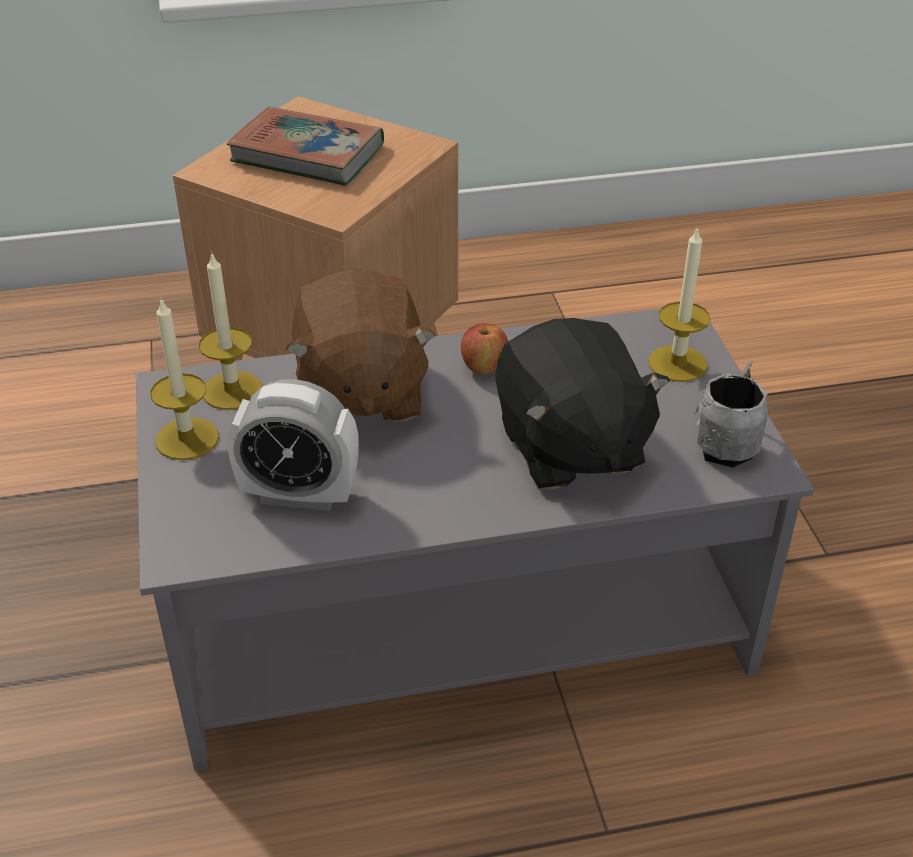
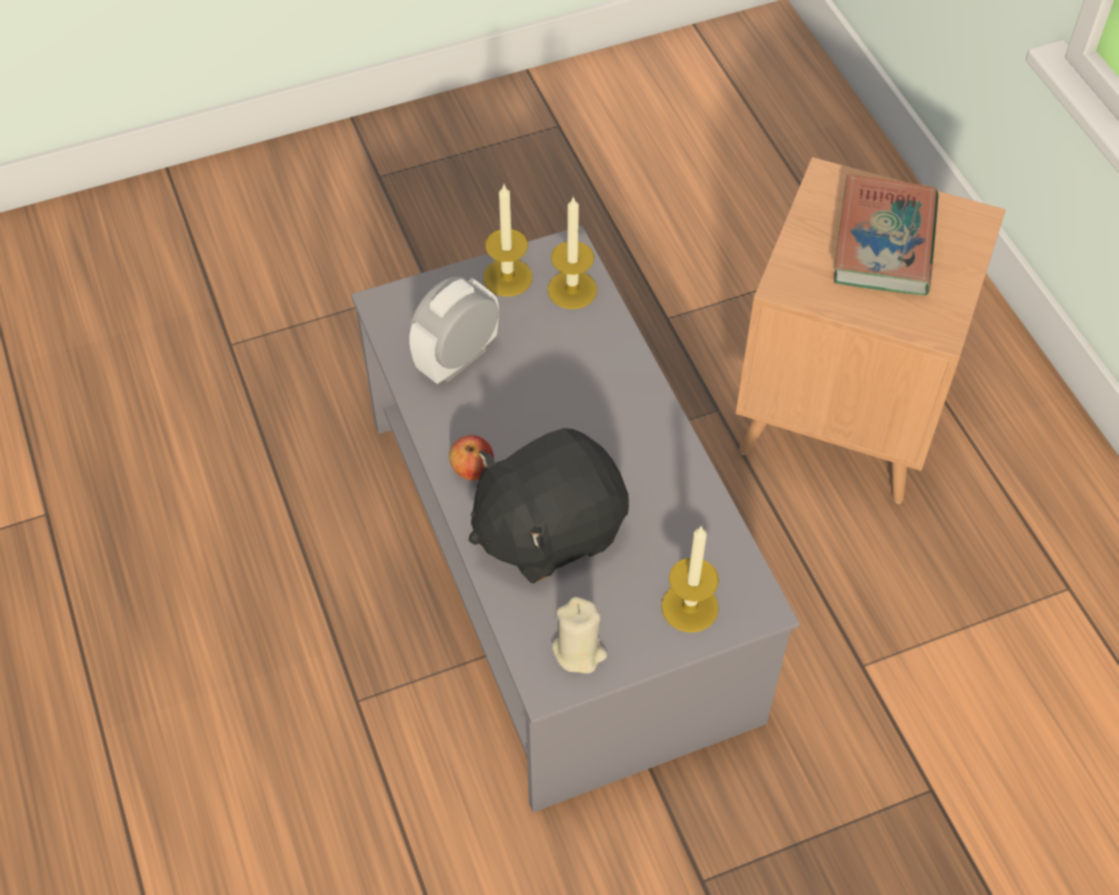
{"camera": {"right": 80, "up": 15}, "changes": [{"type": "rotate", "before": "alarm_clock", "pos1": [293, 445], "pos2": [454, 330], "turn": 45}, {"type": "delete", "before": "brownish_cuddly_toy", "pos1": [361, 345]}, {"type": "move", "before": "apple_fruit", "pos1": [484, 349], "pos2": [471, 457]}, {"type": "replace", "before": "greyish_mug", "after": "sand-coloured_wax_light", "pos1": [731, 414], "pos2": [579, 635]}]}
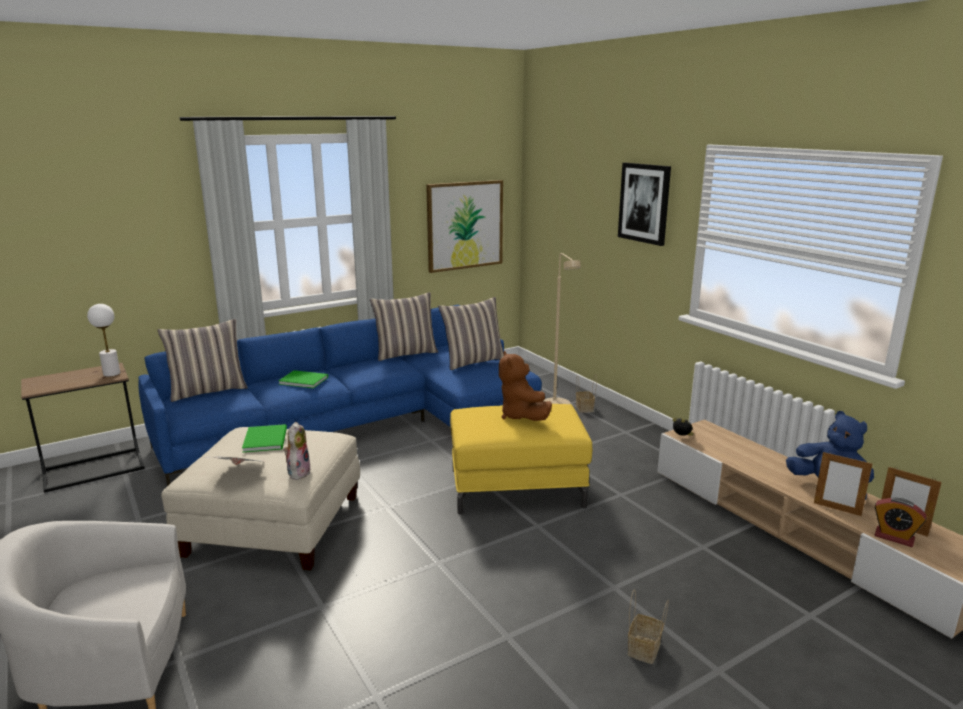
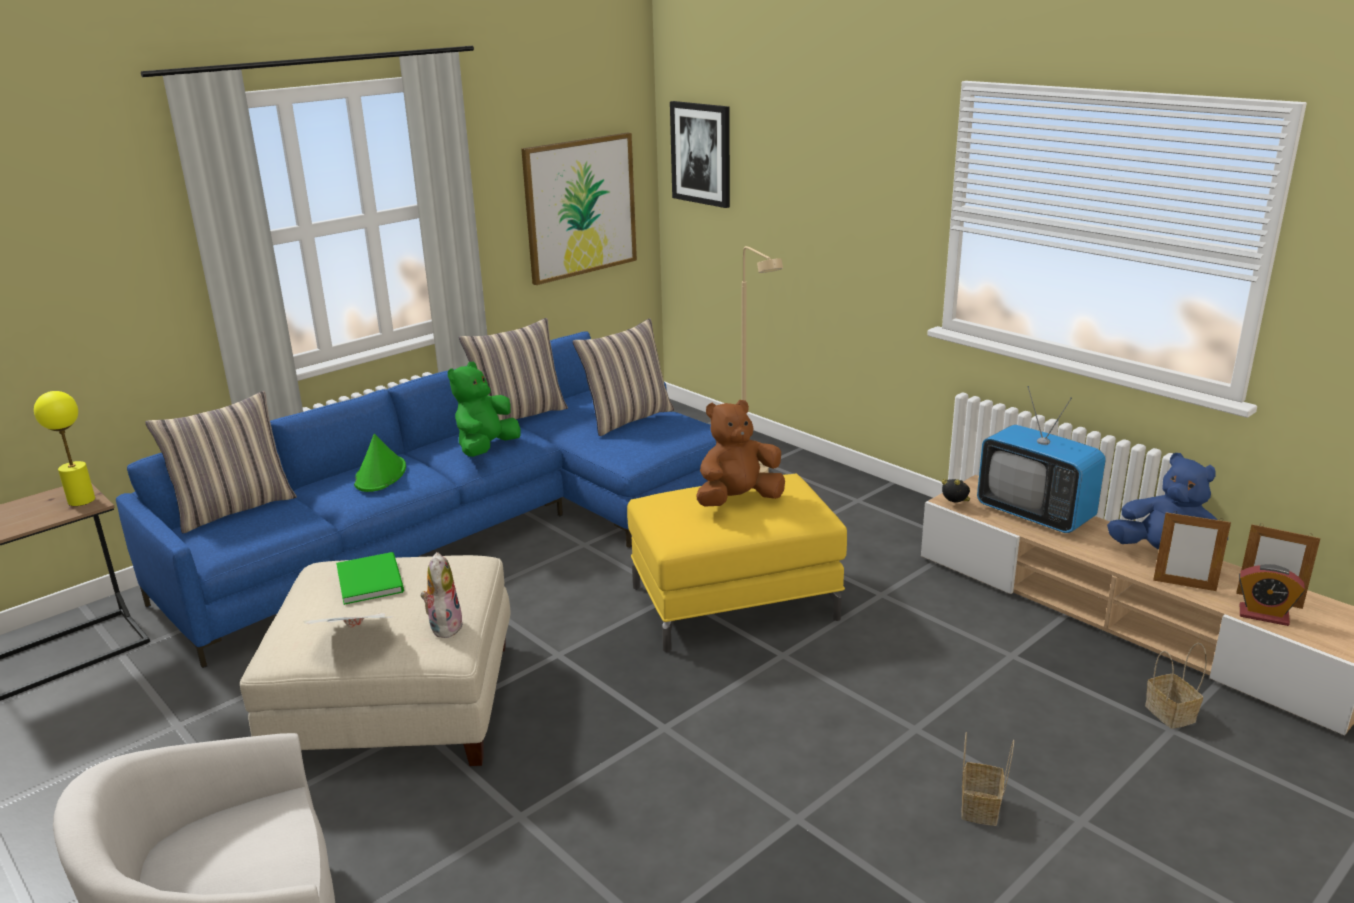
{"camera": {"right": -10, "up": 5}, "changes": [{"type": "recolor", "before": "white_lamp_for_a_table", "after": "yellow-coloured_lamp_for_a_table", "pos1": [103, 340], "pos2": [64, 448]}, {"type": "replace", "before": "green_volume", "after": "green_clothing_hat", "pos1": [303, 379], "pos2": [380, 463]}, {"type": "rotate", "before": "brownish_cuddly_toy", "pos1": [525, 386], "pos2": [740, 453], "turn": 90}, {"type": "move", "before": "storage_basket", "pos1": [586, 393], "pos2": [1176, 686]}, {"type": "move", "before": "wall_art", "pos1": [644, 204], "pos2": [700, 154]}, {"type": "insert", "after": "green_cuddly_toy", "pos2": [484, 409]}, {"type": "insert", "after": "television", "pos2": [1041, 459]}]}
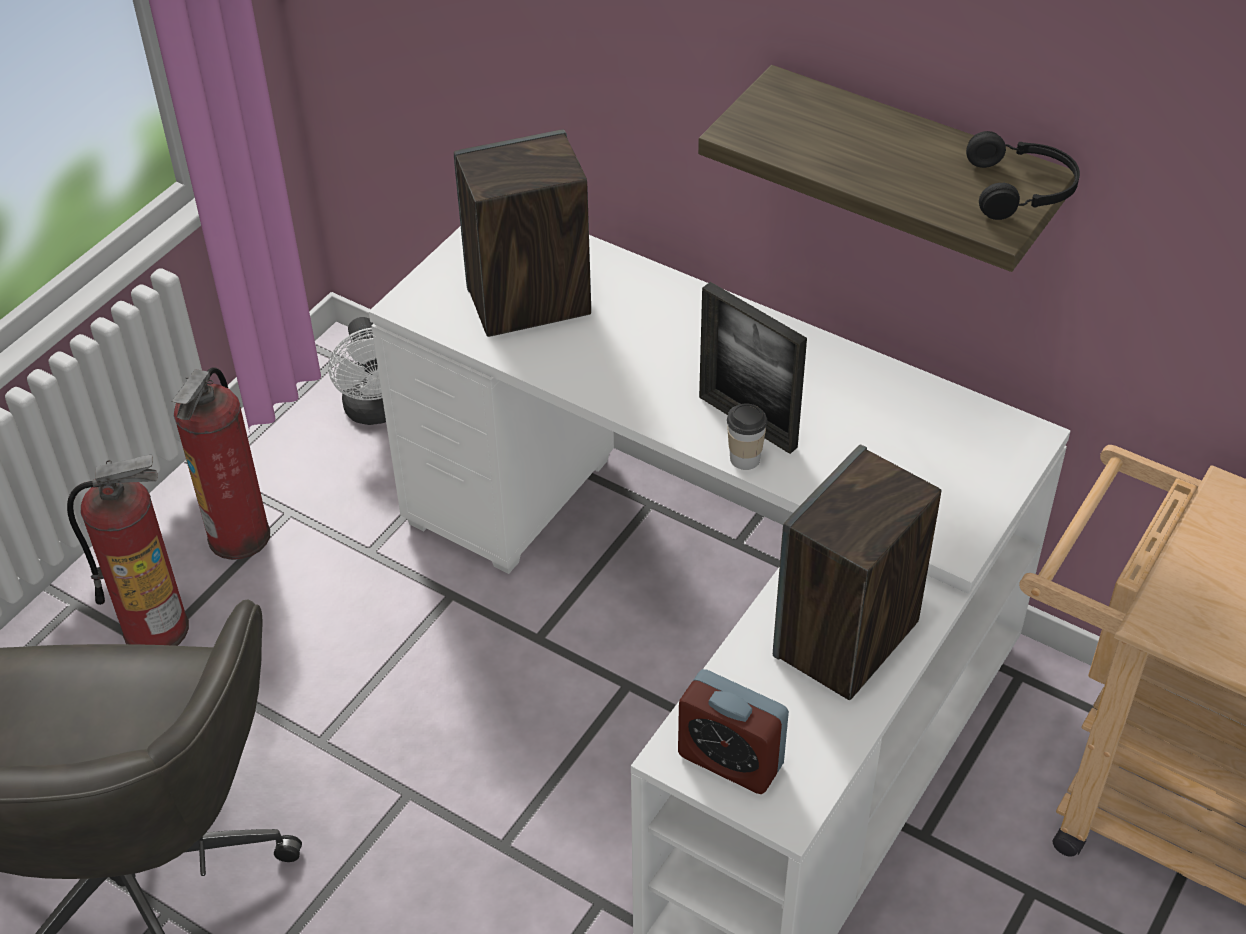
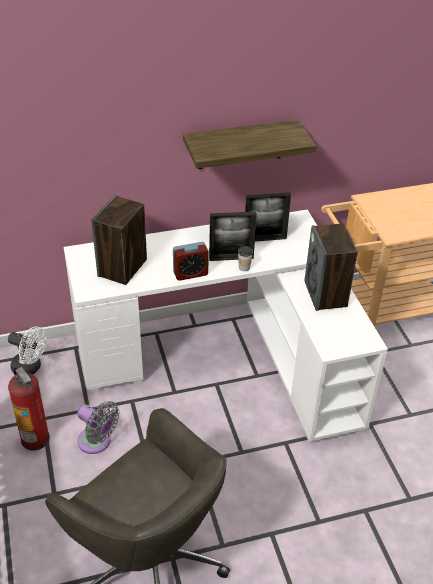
{"camera": {"right": -50, "up": -5}, "changes": [{"type": "delete", "before": "fire_extinguisher", "pos1": [128, 550]}, {"type": "move", "before": "alarm_clock", "pos1": [733, 731], "pos2": [191, 261]}, {"type": "delete", "before": "black-coloured_headphones", "pos1": [1023, 175]}, {"type": "insert", "after": "greyish_fan", "pos2": [98, 427]}, {"type": "insert", "after": "picture_frame", "pos2": [268, 217]}]}
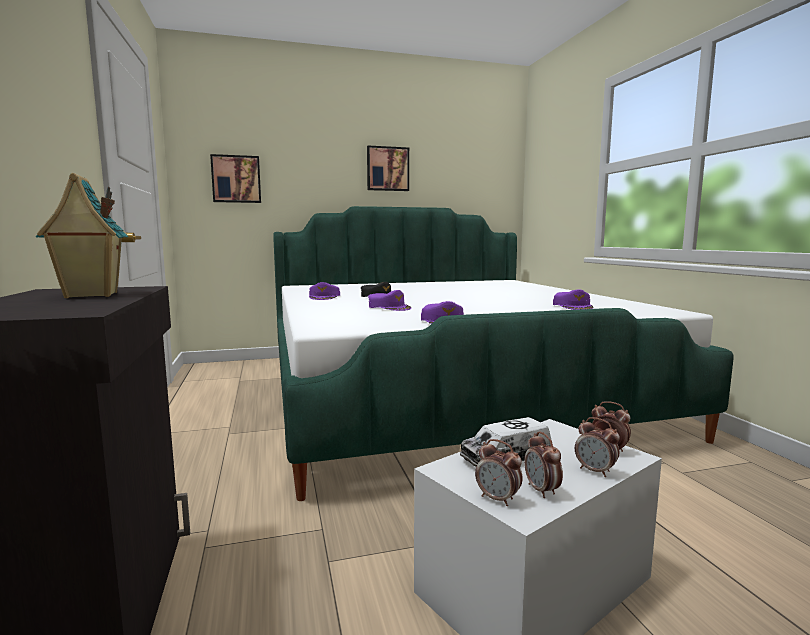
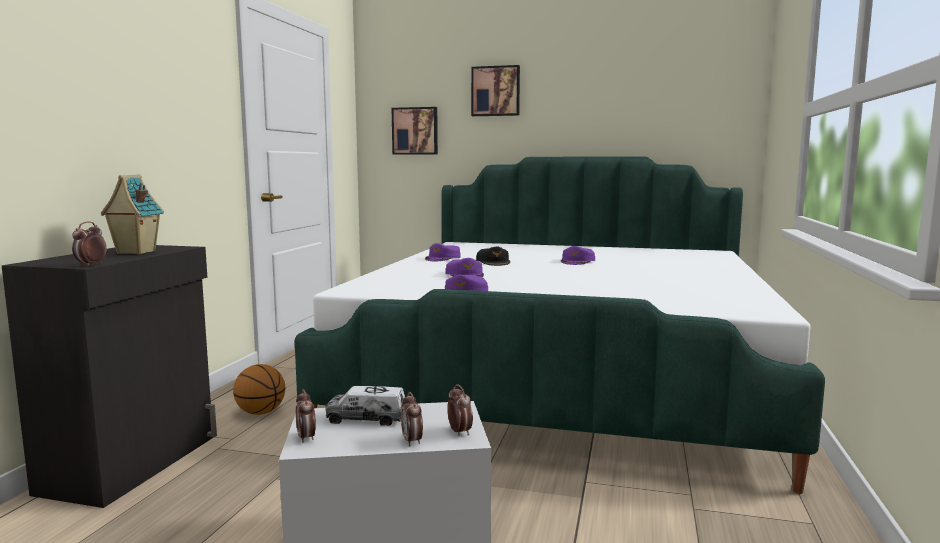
{"camera": {"right": 30, "up": 0}, "changes": [{"type": "move", "before": "wall_art", "pos1": [388, 168], "pos2": [495, 90]}, {"type": "move", "before": "alarm_clock", "pos1": [543, 464], "pos2": [89, 244]}, {"type": "move", "before": "purplish_peaked_cap", "pos1": [573, 299], "pos2": [578, 255]}, {"type": "insert", "after": "basketball_ball", "pos2": [259, 389]}]}
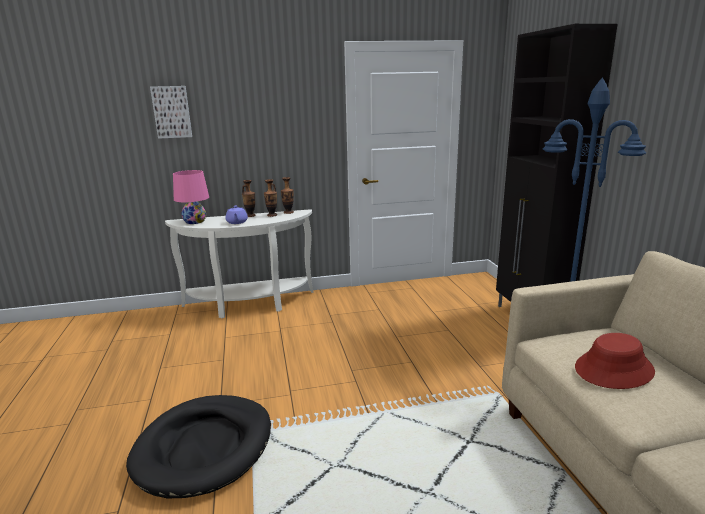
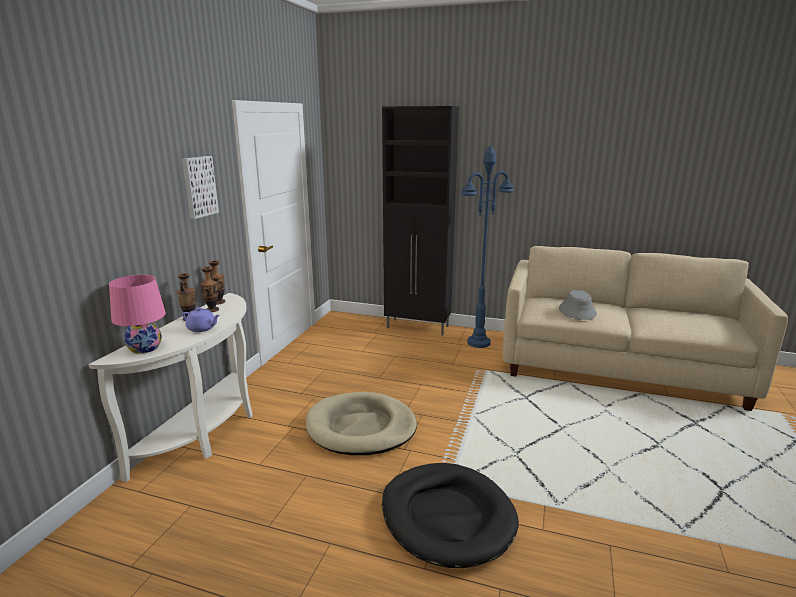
{"camera": {"right": -60, "up": 0}, "changes": [{"type": "move", "before": "wall_art", "pos1": [171, 112], "pos2": [200, 187]}, {"type": "recolor", "before": "red_clothing_hat", "after": "greyish_clothing_hat", "pos1": [615, 361], "pos2": [578, 305]}, {"type": "insert", "after": "sand-coloured_dog_bed", "pos2": [361, 423]}]}
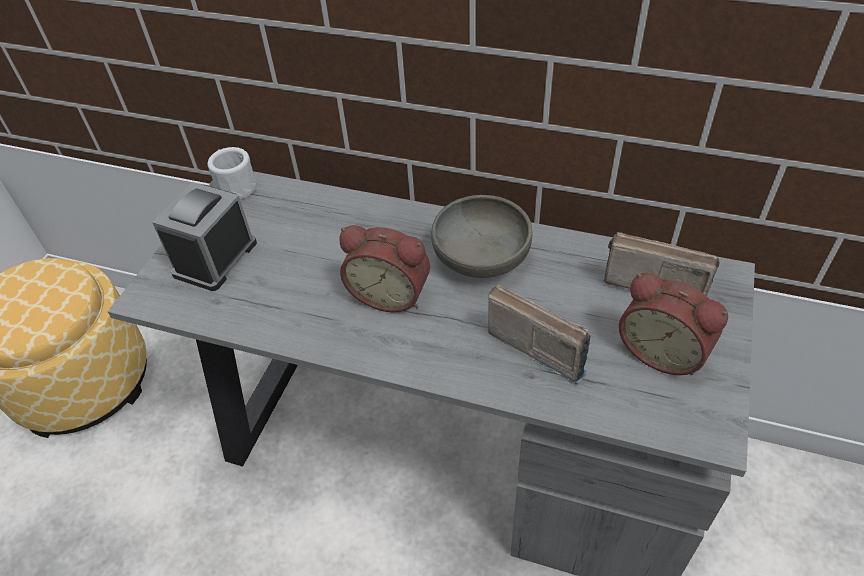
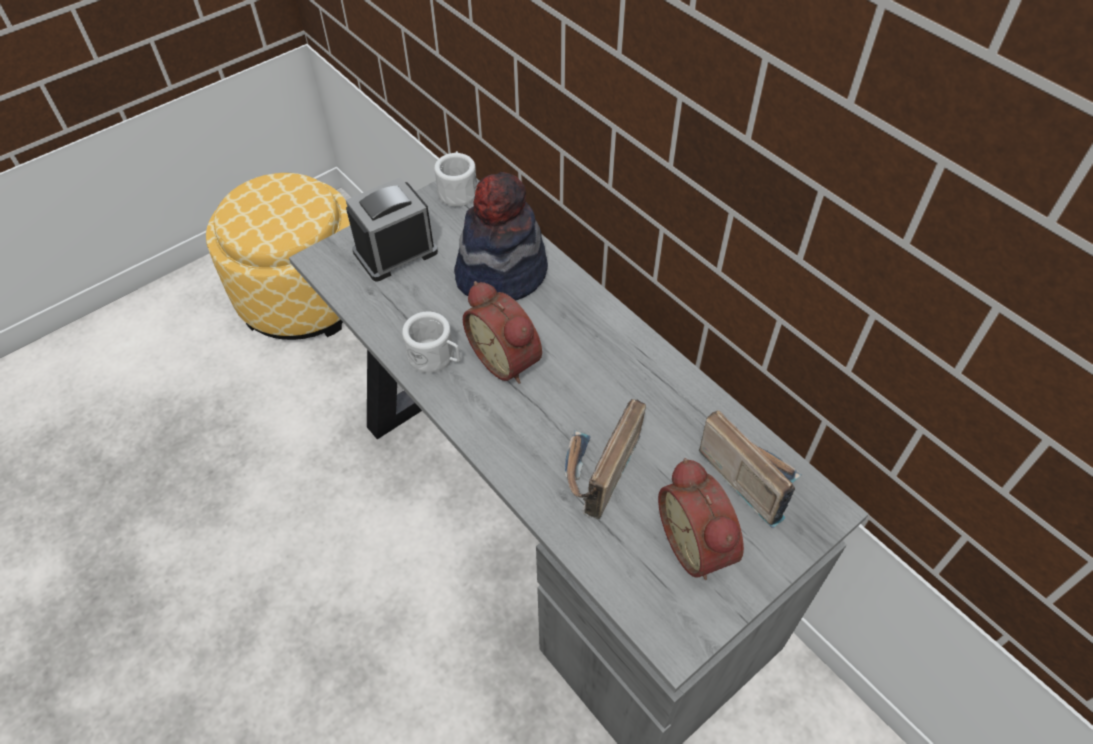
{"camera": {"right": 30, "up": 5}, "changes": [{"type": "delete", "before": "greyish_bowl", "pos1": [482, 236]}, {"type": "rotate", "before": "radio", "pos1": [539, 334], "pos2": [605, 459], "turn": -135}, {"type": "insert", "after": "white_mug", "pos2": [431, 342]}, {"type": "insert", "after": "clothing_hat", "pos2": [501, 236]}]}
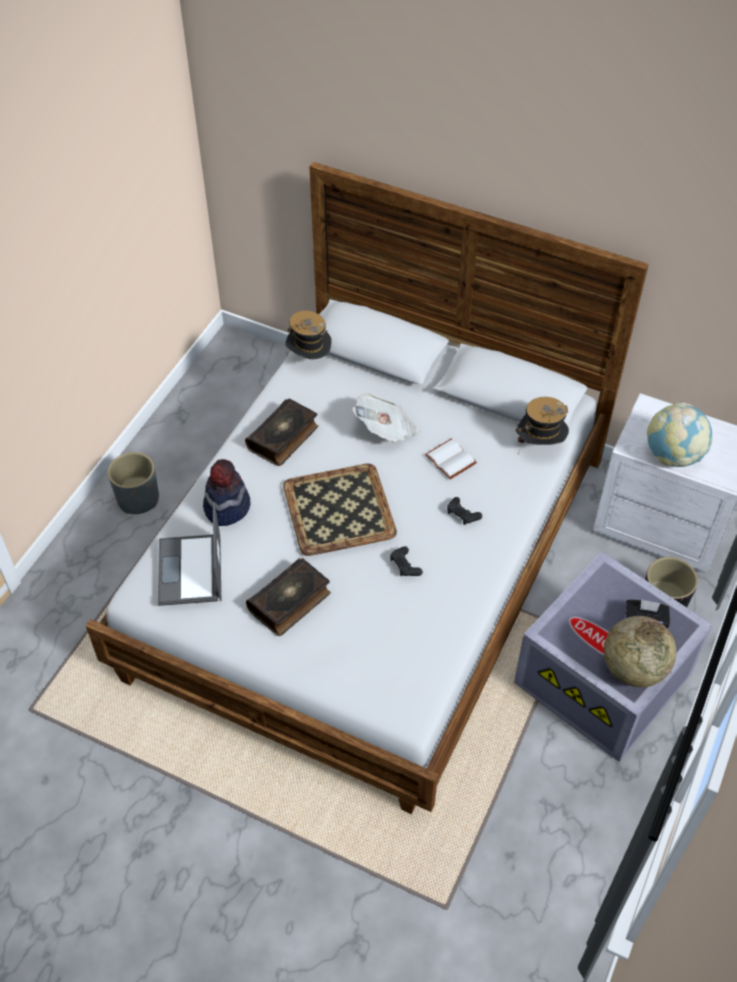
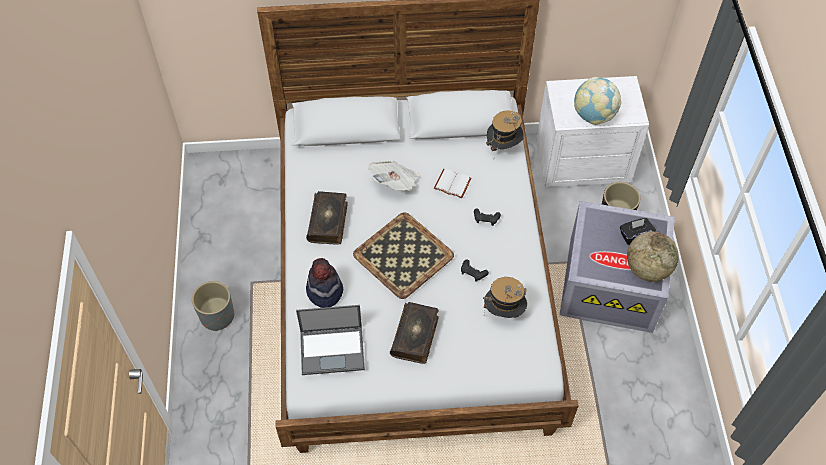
{"camera": {"right": -30, "up": 5}, "changes": [{"type": "rotate", "before": "portable_computer", "pos1": [189, 554], "pos2": [330, 340], "turn": -60}, {"type": "move", "before": "clothing_hat", "pos1": [308, 335], "pos2": [505, 297]}]}
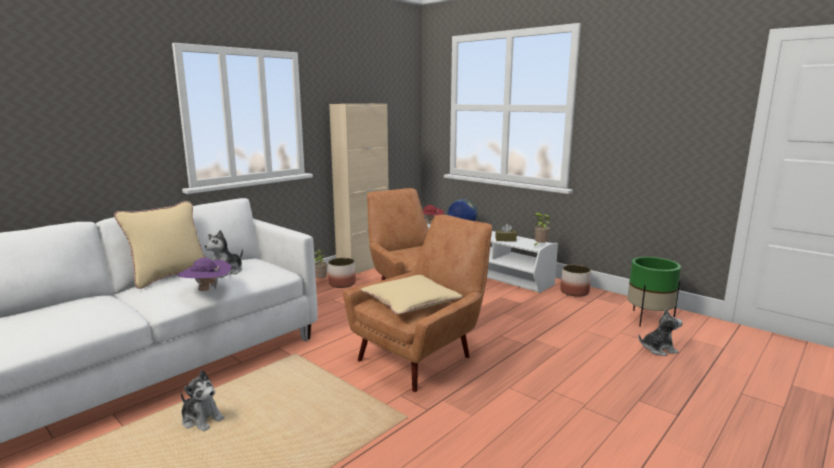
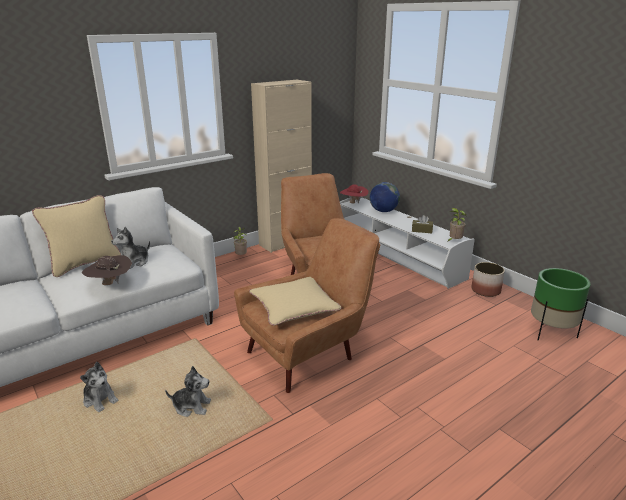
{"camera": {"right": 10, "up": 10}, "changes": [{"type": "recolor", "before": "purplish_clothing_hat", "after": "brownish_clothing_hat", "pos1": [203, 274], "pos2": [107, 270]}, {"type": "delete", "before": "planter", "pos1": [342, 273]}, {"type": "move", "before": "cuddly_toy", "pos1": [661, 332], "pos2": [188, 391]}]}
